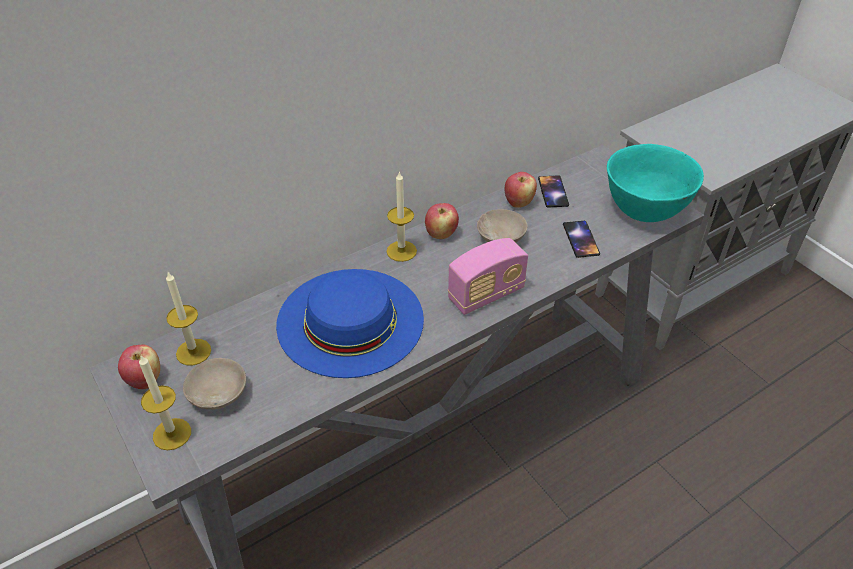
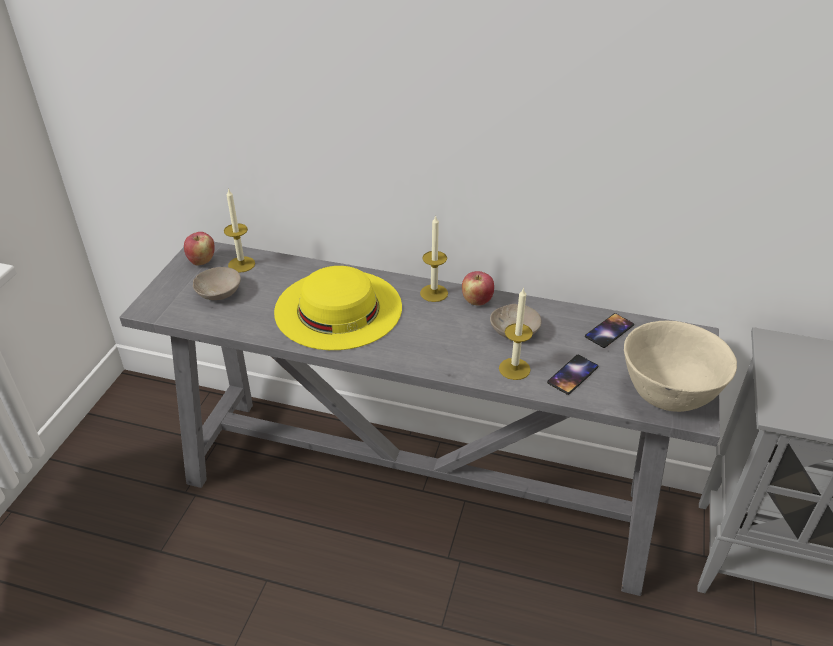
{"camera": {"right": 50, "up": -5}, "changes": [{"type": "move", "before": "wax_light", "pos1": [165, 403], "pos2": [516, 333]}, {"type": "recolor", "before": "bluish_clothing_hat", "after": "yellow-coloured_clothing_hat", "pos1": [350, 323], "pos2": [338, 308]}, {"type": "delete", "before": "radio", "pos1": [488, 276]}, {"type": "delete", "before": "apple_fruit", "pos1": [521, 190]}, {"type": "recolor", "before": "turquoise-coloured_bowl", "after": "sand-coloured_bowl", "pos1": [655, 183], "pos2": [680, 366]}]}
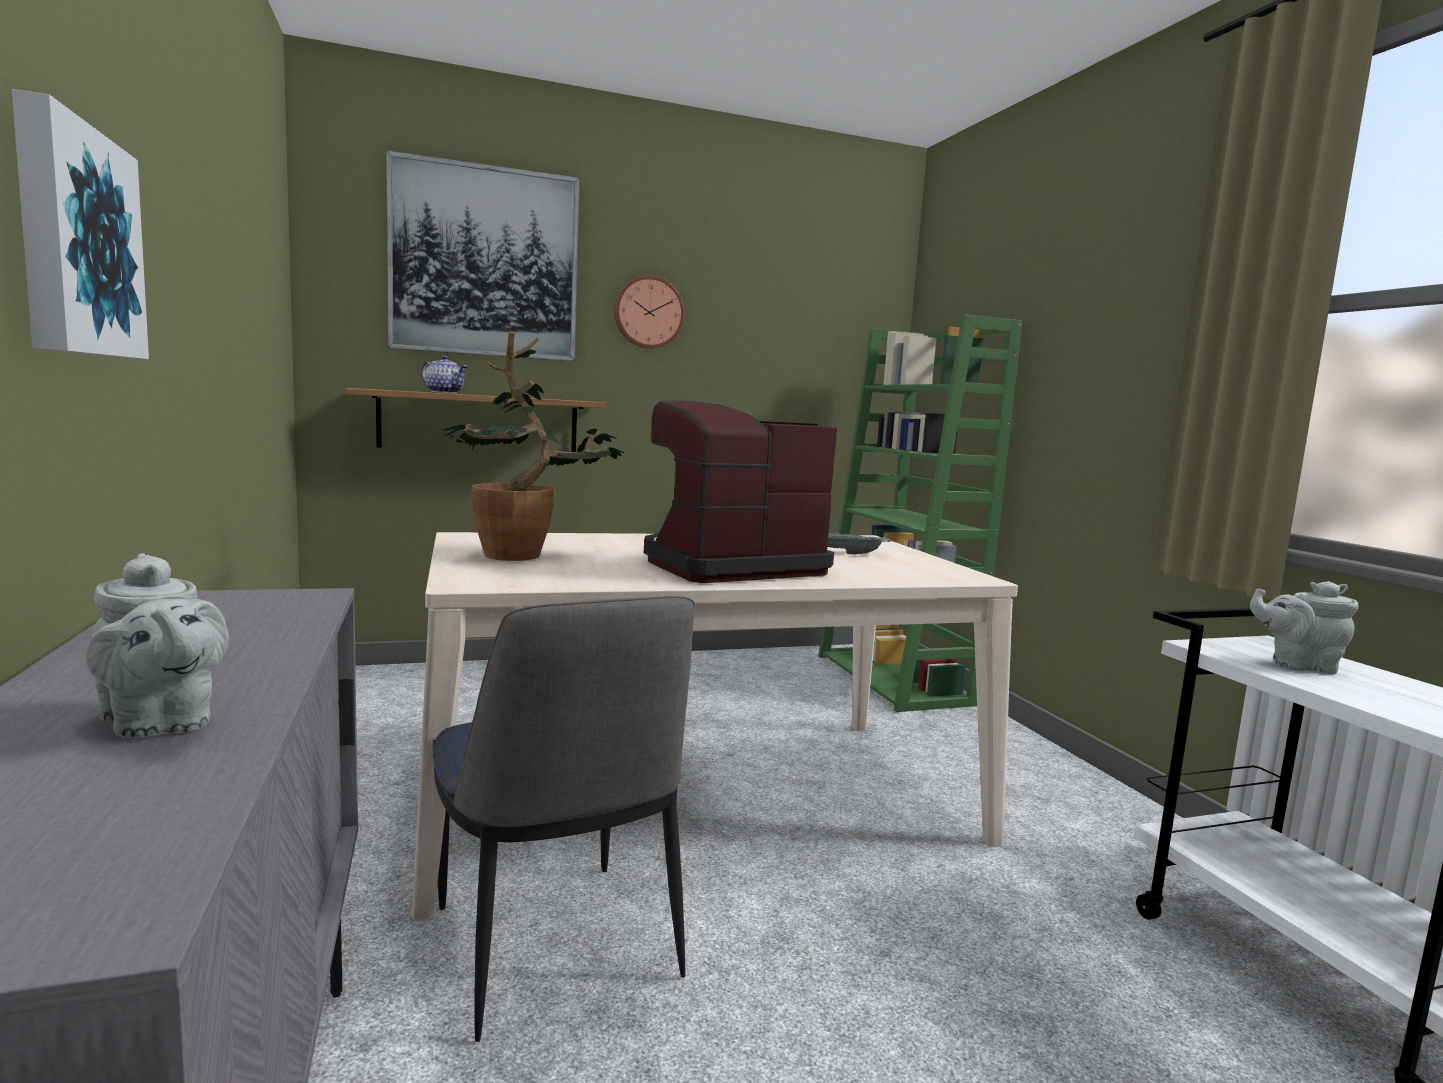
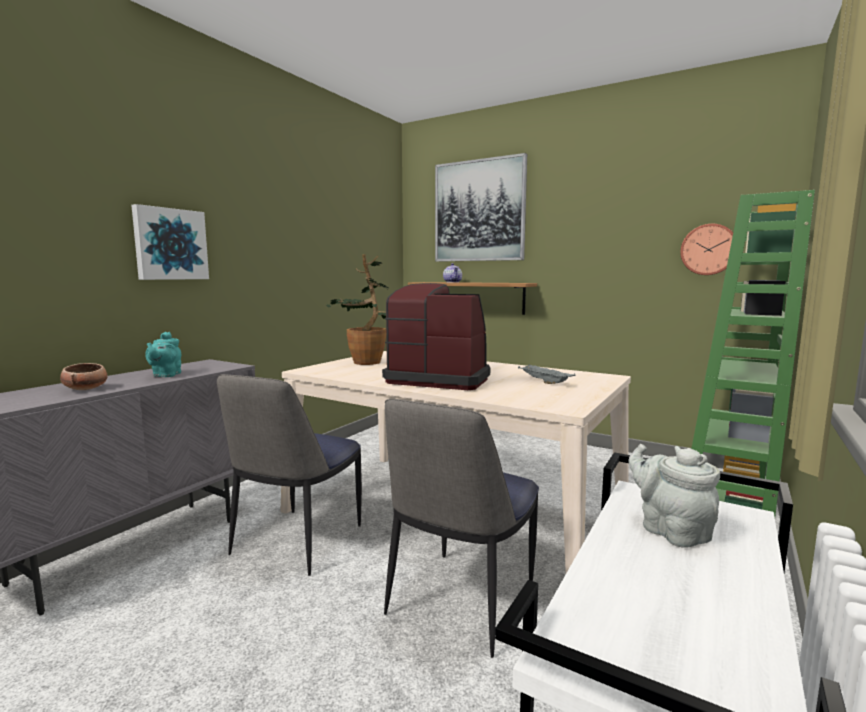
{"camera": {"right": 50, "up": 0}, "changes": [{"type": "replace", "before": "greyish_tea_pot", "after": "bowl", "pos1": [157, 645], "pos2": [84, 376]}, {"type": "move", "before": "clock_on_the_wall", "pos1": [649, 312], "pos2": [706, 249]}, {"type": "insert", "after": "turquoise-coloured_tea_pot", "pos2": [163, 354]}, {"type": "insert", "after": "plain_chair", "pos2": [461, 528]}]}
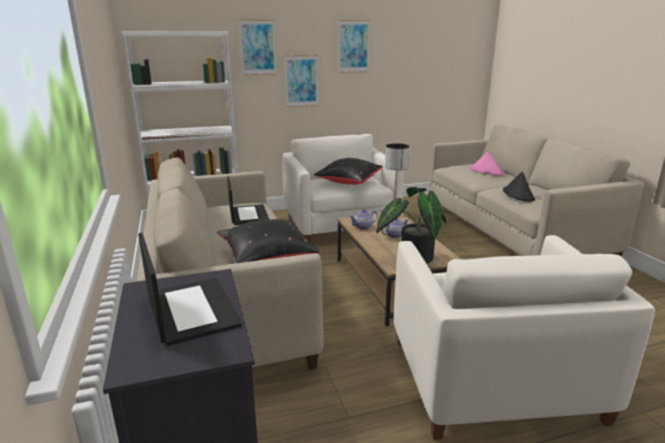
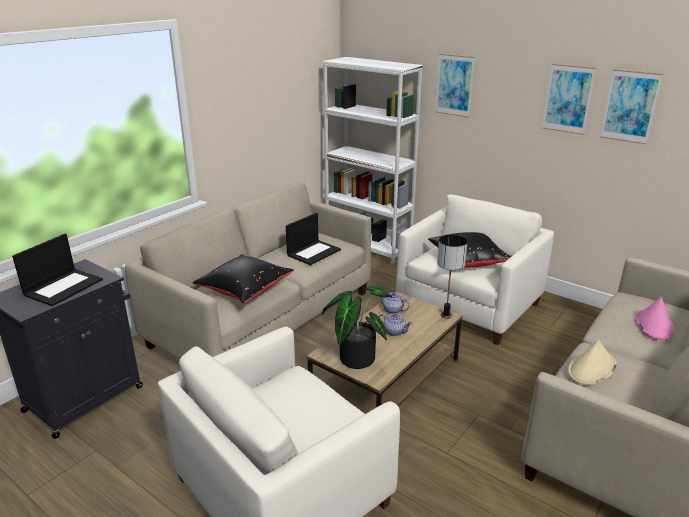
{"camera": {"right": 55, "up": 5}, "changes": [{"type": "move", "before": "wall_art", "pos1": [301, 81], "pos2": [631, 106]}, {"type": "recolor", "before": "black-coloured_clothing_hat", "after": "sand-coloured_clothing_hat", "pos1": [519, 186], "pos2": [592, 363]}]}
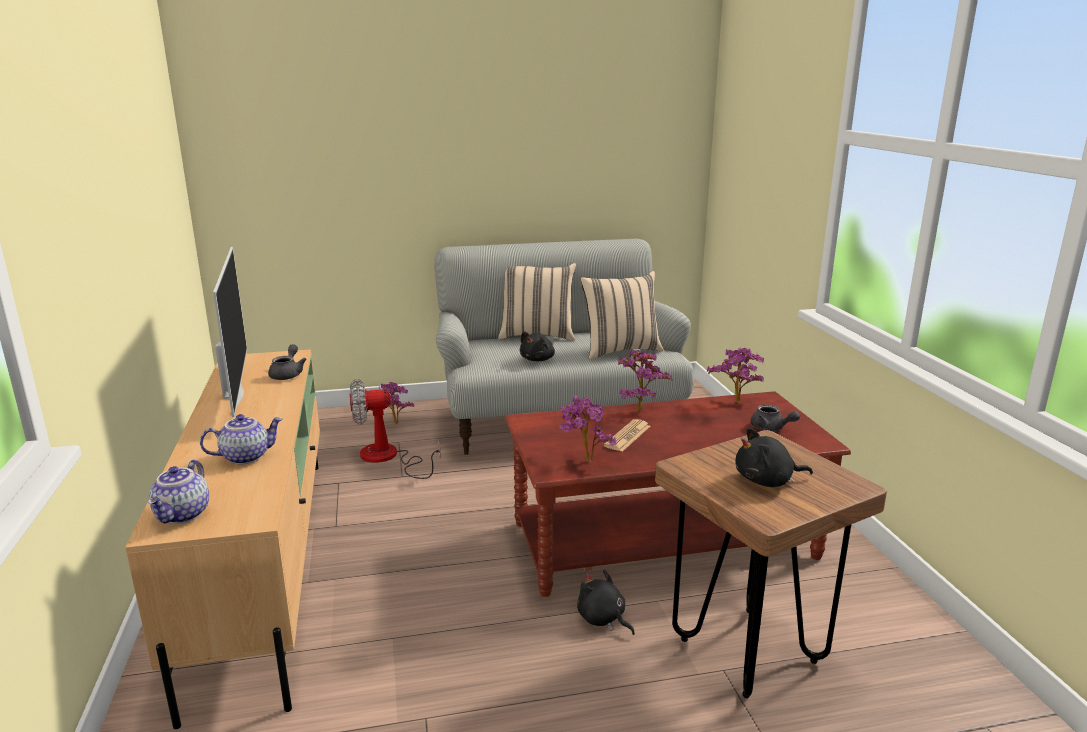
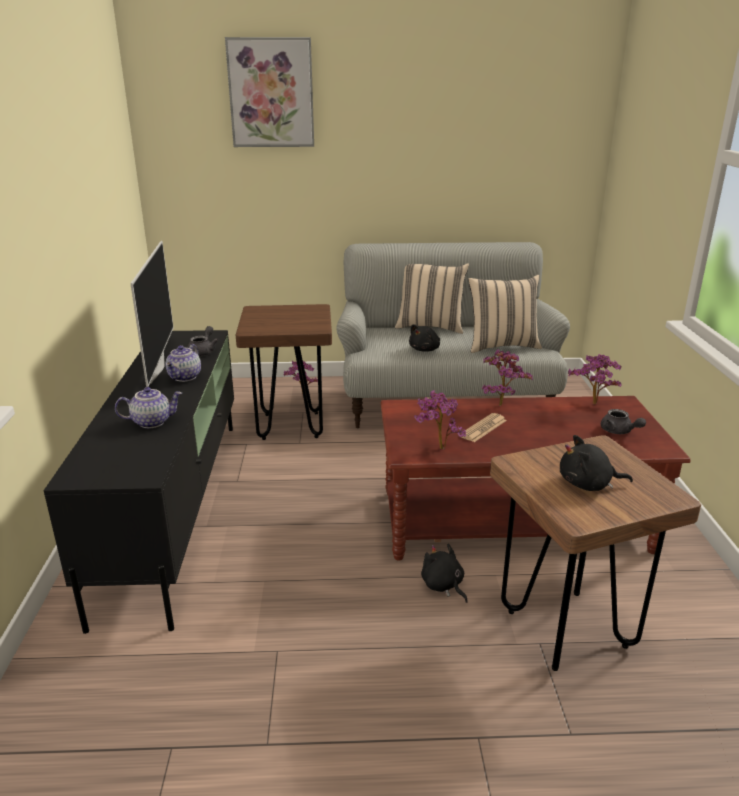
{"camera": {"right": 10, "up": 5}, "changes": [{"type": "recolor", "before": "sand-coloured_media_console", "after": "black-coloured_media_console", "pos1": [222, 539], "pos2": [138, 482]}, {"type": "move", "before": "tea_pot", "pos1": [178, 491], "pos2": [183, 363]}, {"type": "replace", "before": "fan", "after": "brownish_stool_seat", "pos1": [395, 429], "pos2": [284, 372]}, {"type": "insert", "after": "wall_art", "pos2": [269, 92]}]}
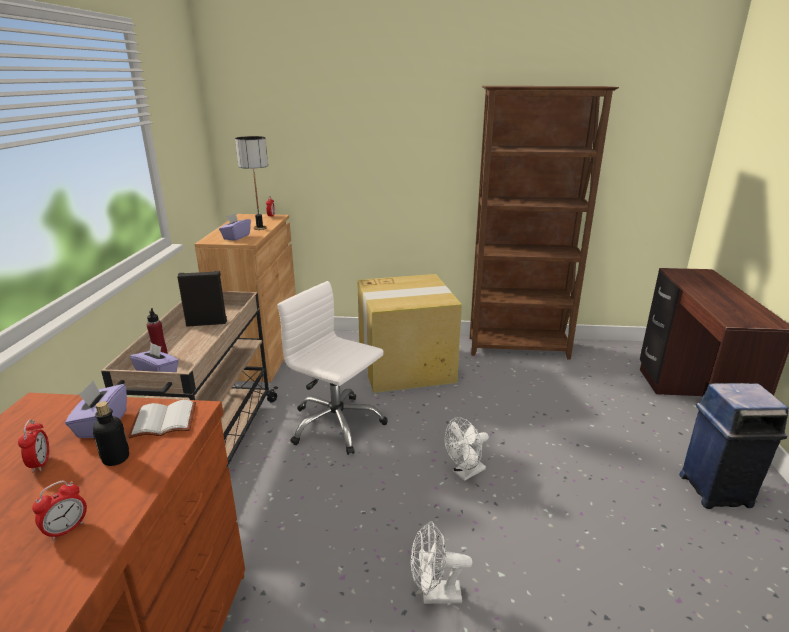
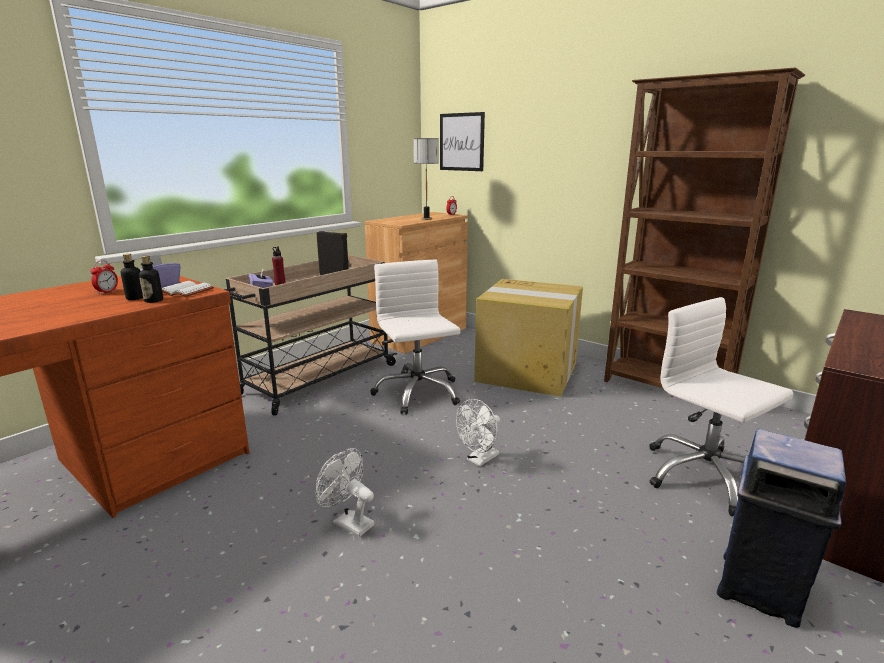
{"camera": {"right": 35, "up": -5}, "changes": [{"type": "delete", "before": "alarm_clock", "pos1": [59, 511]}, {"type": "delete", "before": "purplish_tissue_holder", "pos1": [235, 227]}, {"type": "rotate", "before": "white_fan", "pos1": [467, 449], "pos2": [478, 432], "turn": -45}, {"type": "insert", "after": "drink_bottle", "pos2": [151, 279]}, {"type": "insert", "after": "wall_art", "pos2": [462, 141]}, {"type": "insert", "after": "white_office_chair", "pos2": [721, 406]}]}
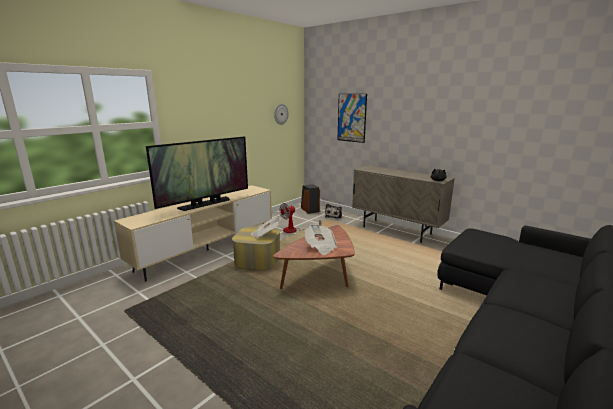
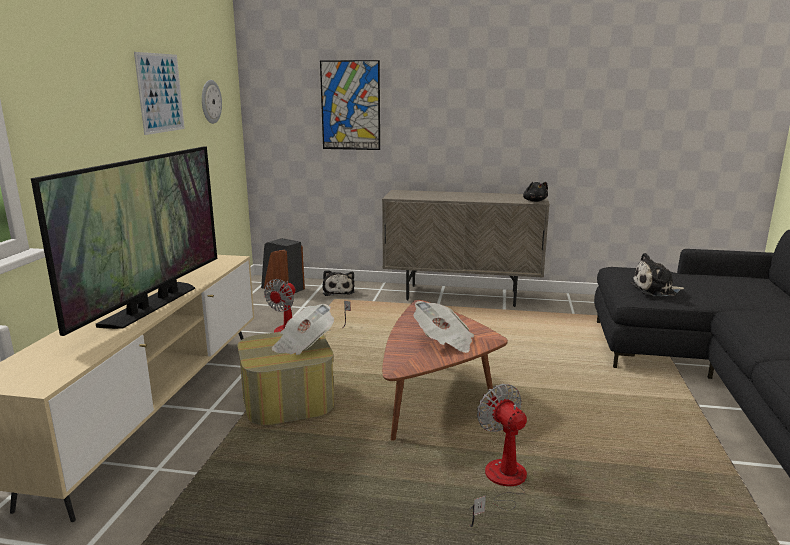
{"camera": {"right": -30, "up": 0}, "changes": [{"type": "insert", "after": "wall_art", "pos2": [159, 93]}, {"type": "insert", "after": "fan", "pos2": [498, 455]}, {"type": "insert", "after": "cuddly_toy", "pos2": [658, 274]}]}
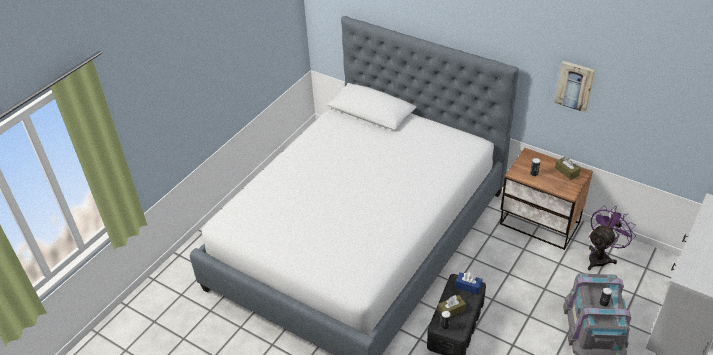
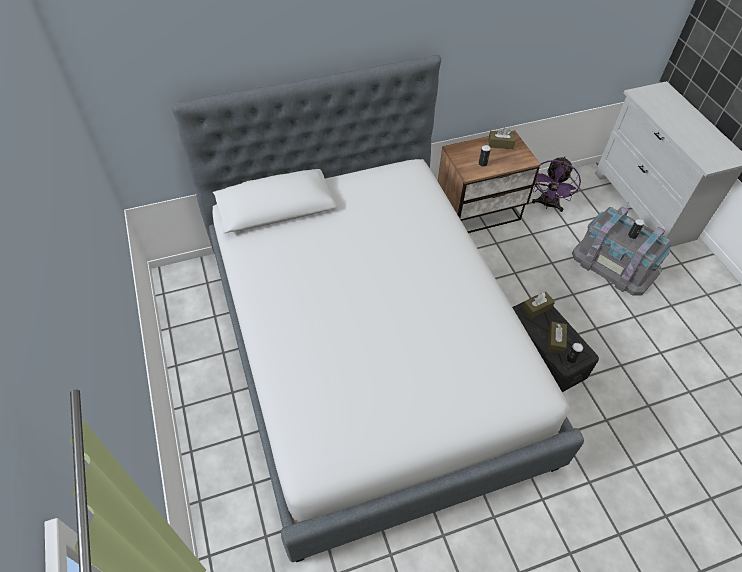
{"camera": {"right": -55, "up": 10}, "changes": [{"type": "recolor", "before": "bluish_tissue_holder", "after": "brownish_tissue_holder", "pos1": [468, 283], "pos2": [538, 305]}, {"type": "delete", "before": "wall_art", "pos1": [574, 86]}, {"type": "rotate", "before": "purplish_fan", "pos1": [612, 238], "pos2": [556, 184], "turn": -150}]}
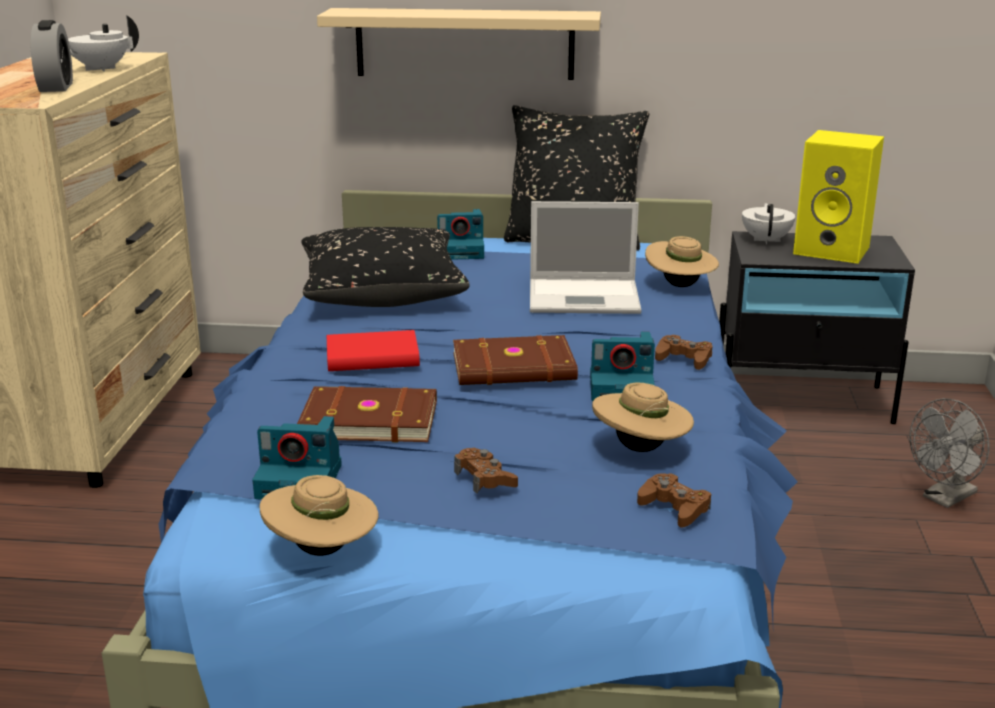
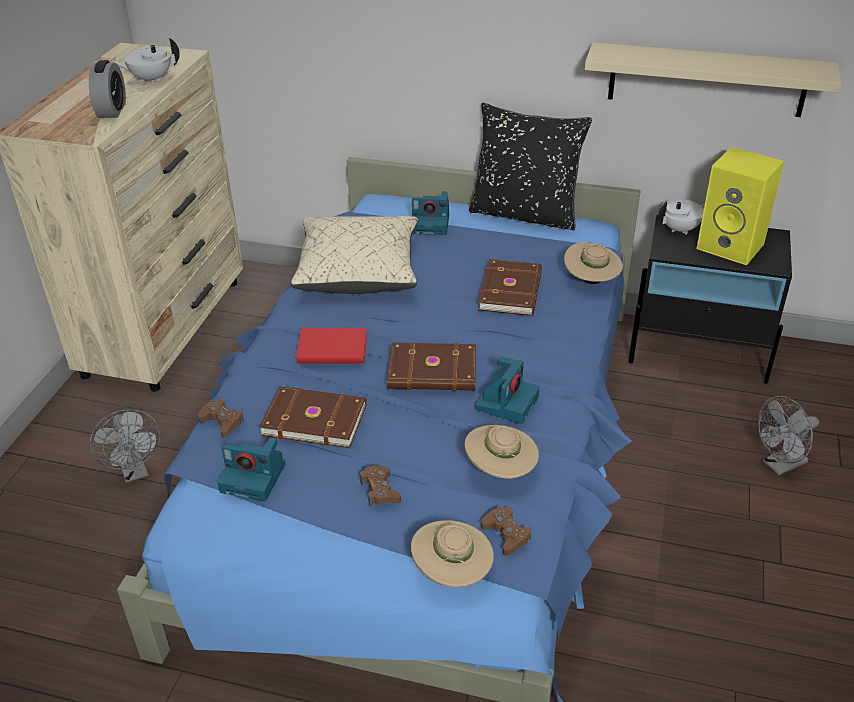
{"camera": {"right": 10, "up": 15}, "changes": [{"type": "move", "before": "sand-coloured_clothing_hat", "pos1": [319, 515], "pos2": [452, 553]}, {"type": "recolor", "before": "black-coloured_cushion", "after": "sand-coloured_cushion", "pos1": [385, 267], "pos2": [354, 255]}, {"type": "move", "before": "sand-coloured_bracket_shelf", "pos1": [459, 44], "pos2": [713, 79]}, {"type": "replace", "before": "portable_computer", "after": "brownish_volume", "pos1": [585, 257], "pos2": [510, 287]}, {"type": "rotate", "before": "photo_camera", "pos1": [622, 366], "pos2": [508, 390], "turn": -75}, {"type": "move", "before": "brownish_joypad", "pos1": [683, 352], "pos2": [221, 418]}, {"type": "rotate", "before": "white_tea_pot", "pos1": [768, 224], "pos2": [681, 217], "turn": 45}, {"type": "insert", "after": "greyish_fan", "pos2": [125, 446]}]}
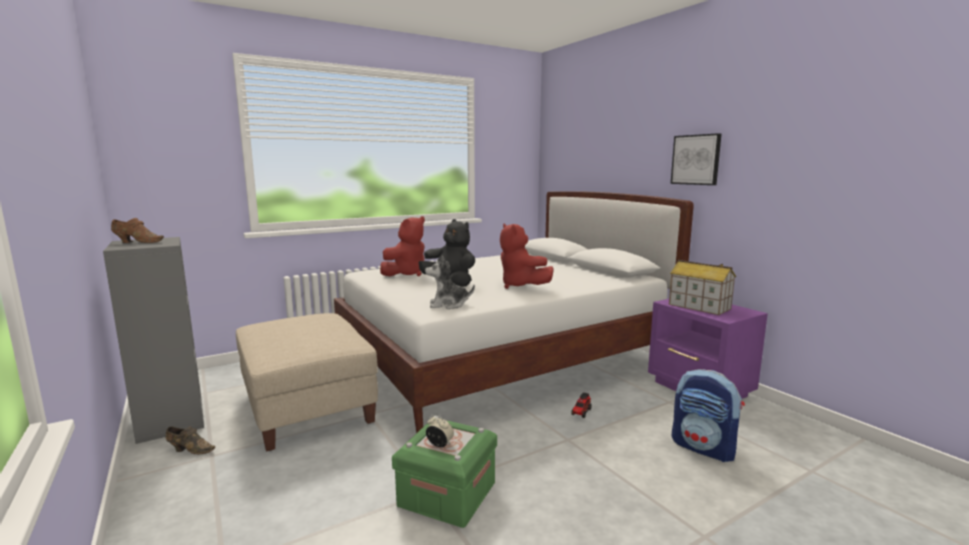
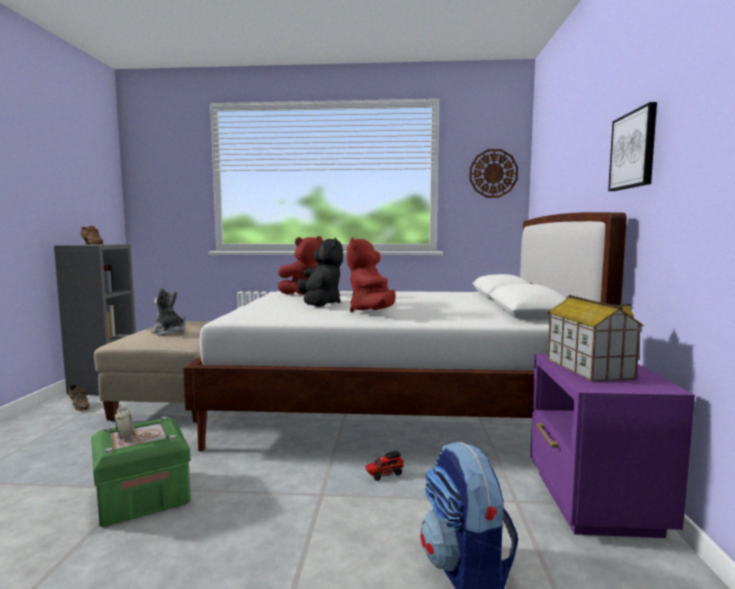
{"camera": {"right": 35, "up": -5}, "changes": [{"type": "move", "before": "cuddly_toy", "pos1": [450, 282], "pos2": [168, 311]}, {"type": "insert", "after": "clock_on_the_wall", "pos2": [493, 173]}]}
